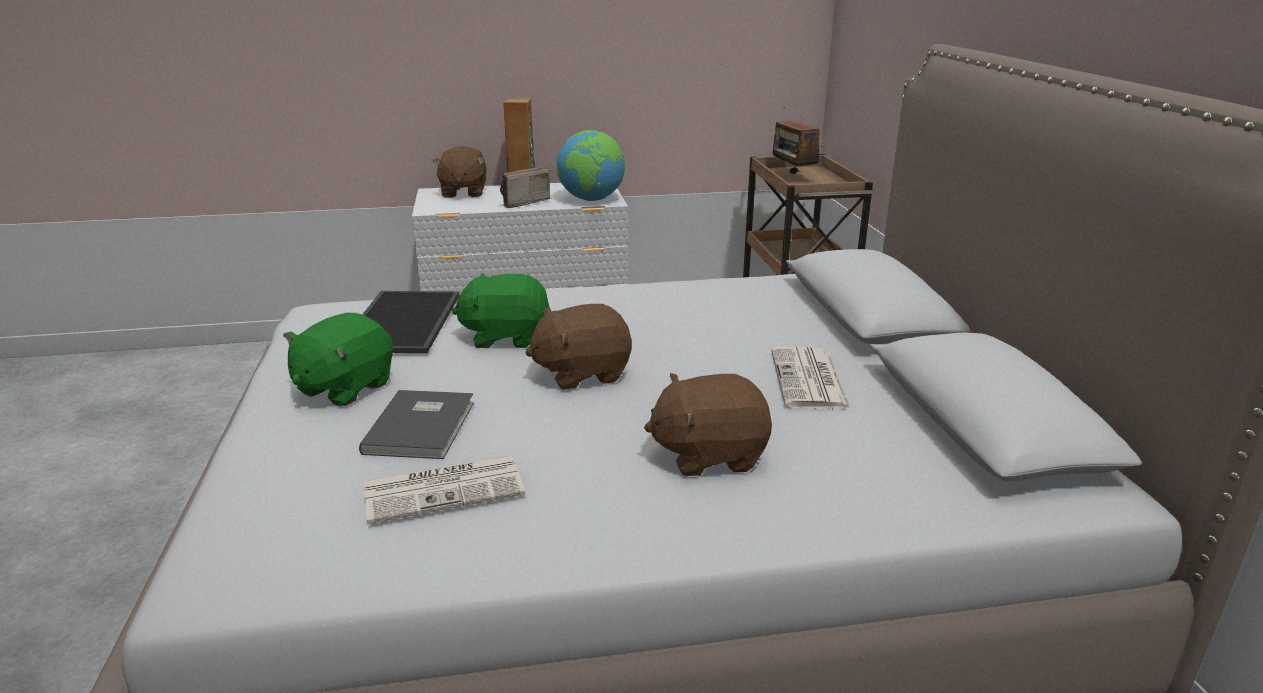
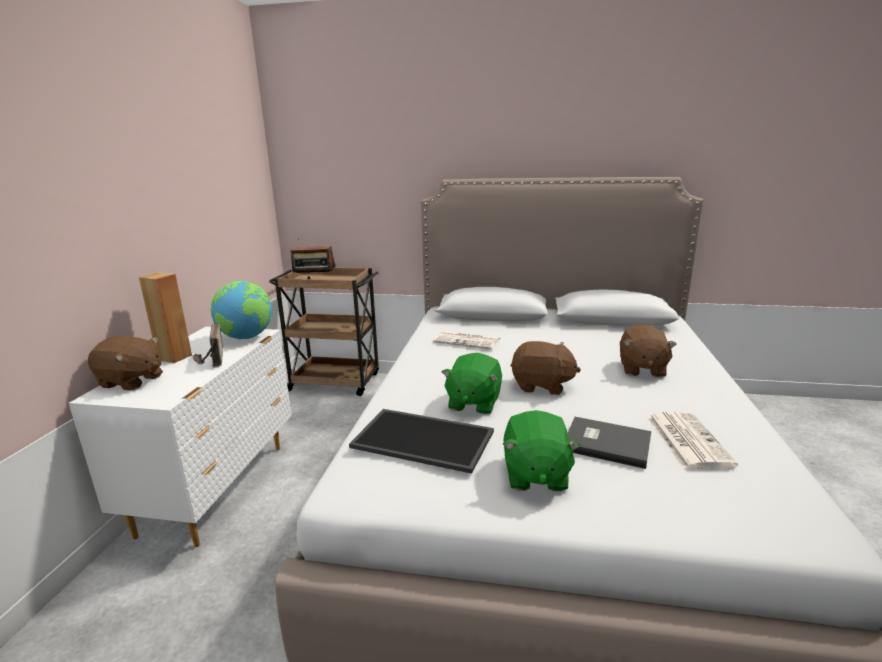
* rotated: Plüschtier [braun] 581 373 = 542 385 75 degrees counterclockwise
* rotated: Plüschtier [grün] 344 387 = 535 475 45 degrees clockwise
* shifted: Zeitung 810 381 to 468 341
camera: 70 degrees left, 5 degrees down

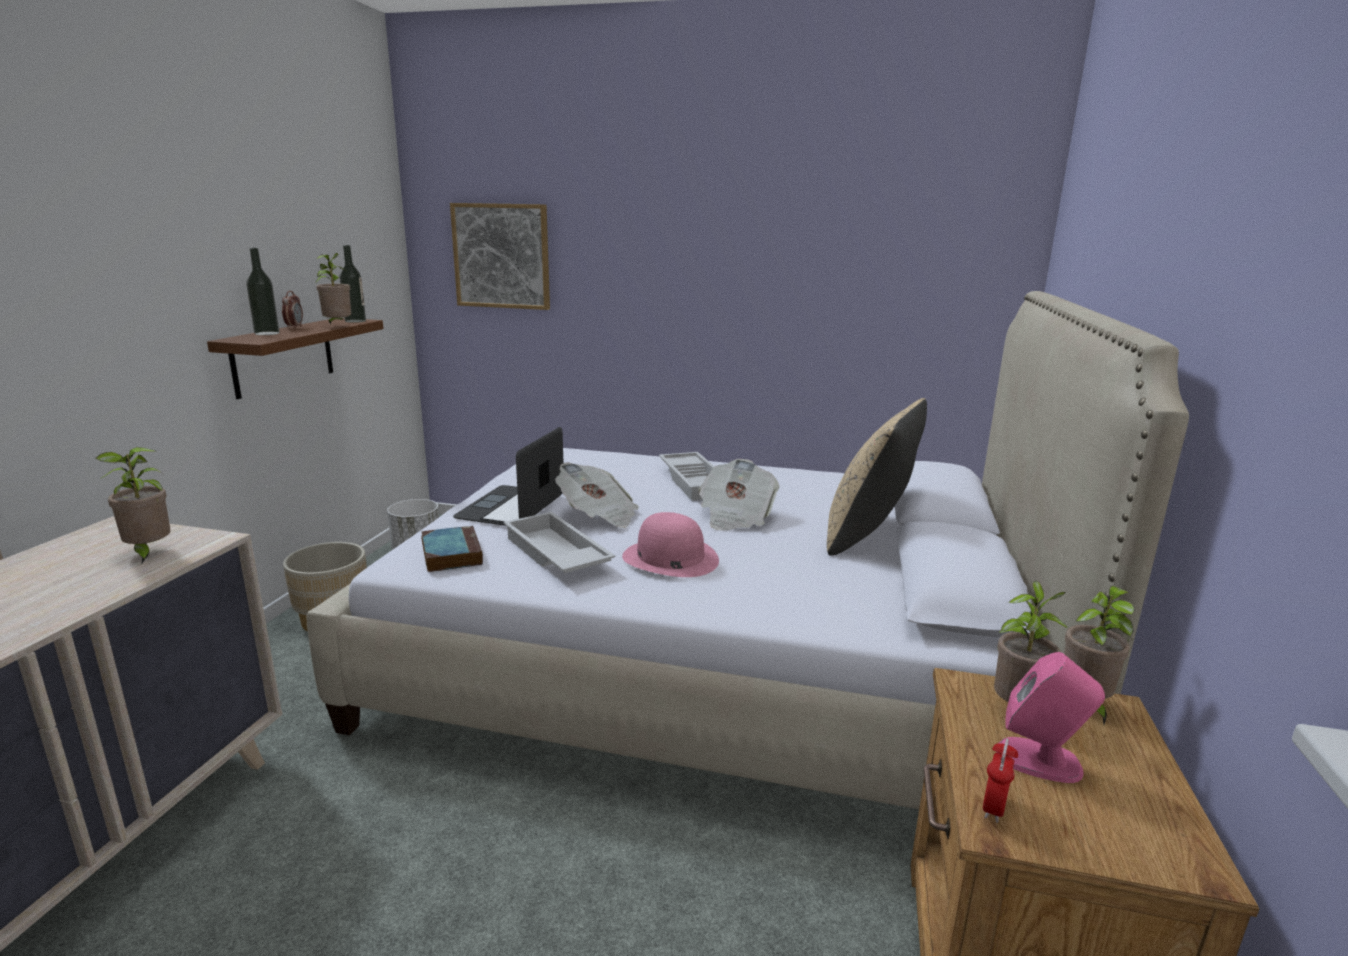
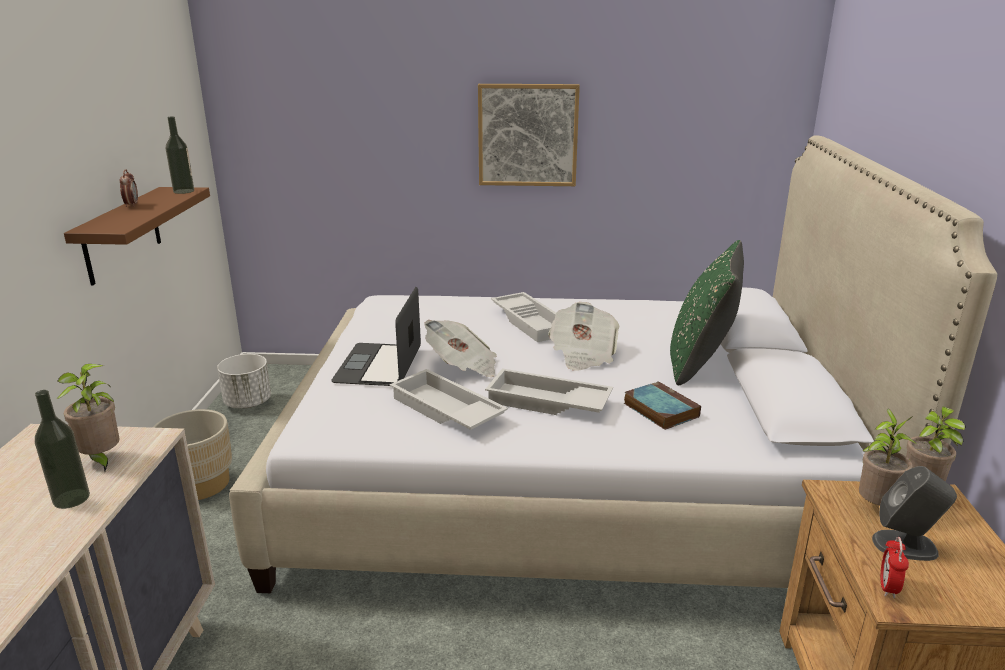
* shifted: Bild 502 256 to 528 135
* shifted: Flasche 267 333 to 71 498
* gone: Topfpflanze 337 326
* repainted: Kissen [beige] 868 535 to Kissen [grün] 700 362
* swapped: Hut [rosa] 669 558 to Tablett [weiß] 547 403
* shifted: Buch 451 553 to 659 409
* repainted: Lautsprecher [rosa] 1040 760 to Lautsprecher [grau] 906 545
camera: 10 degrees left, 5 degrees up

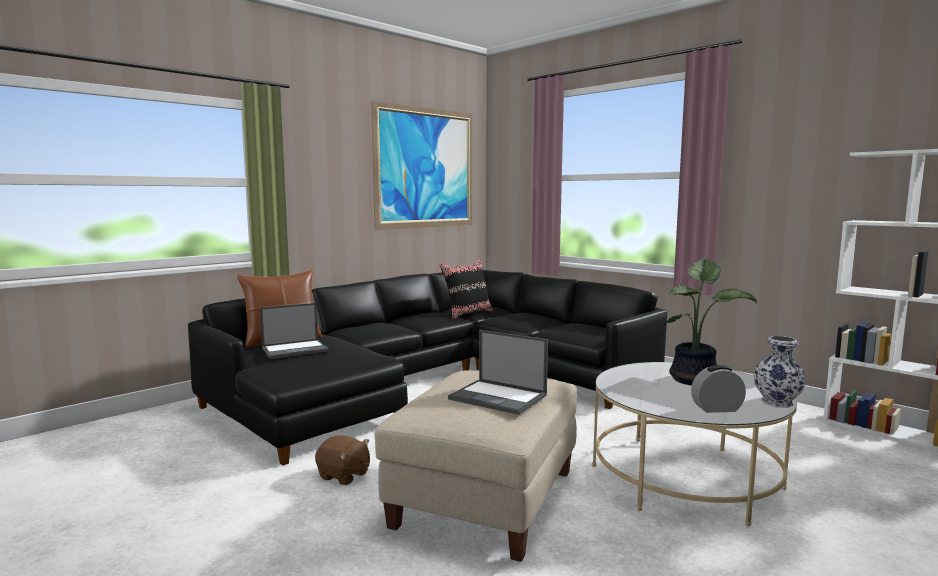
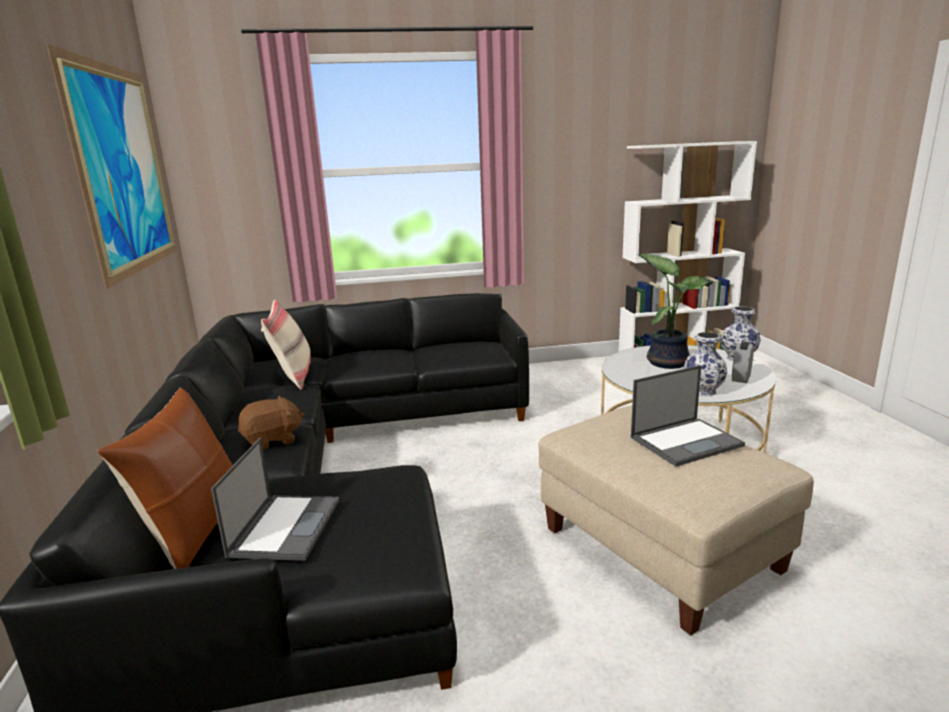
* repainted: Kissen [schwarz] 467 313 to Kissen [beige] 293 376
* shifted: Plüschtier [braun] 344 475 to 273 440
* new: Vase 703 391
camera: 55 degrees left, 10 degrees up

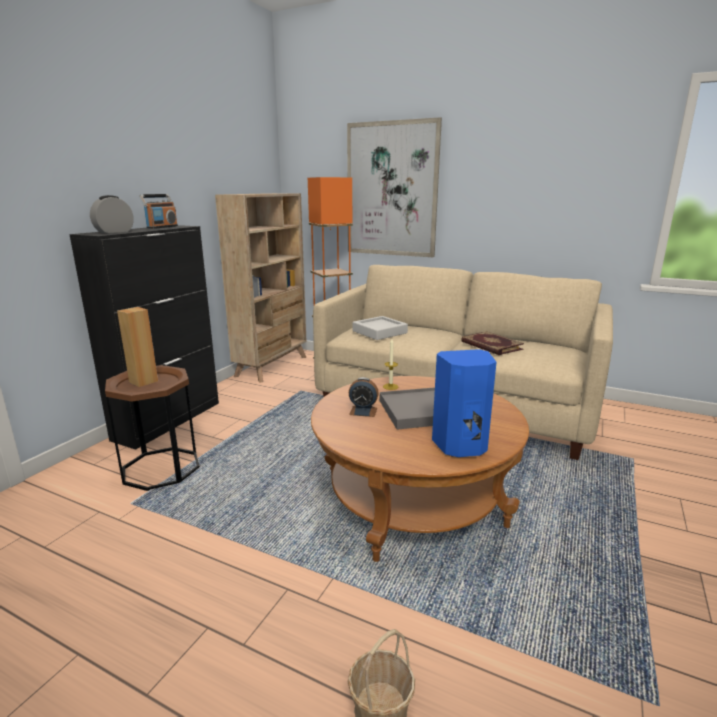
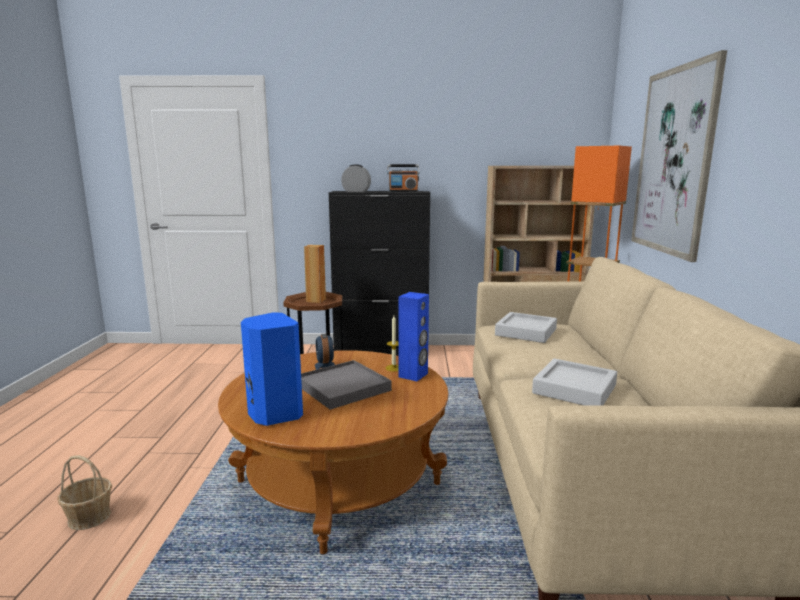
* swapped: Buch 490 346 to Tablett [grau] 574 389
* new: Lautsprecher [blau] 413 375
camera: 65 degrees right, 5 degrees down

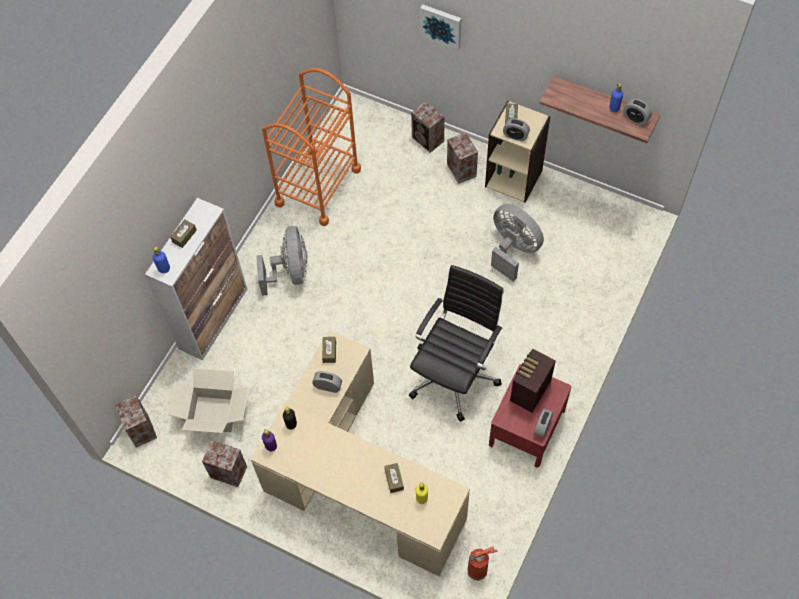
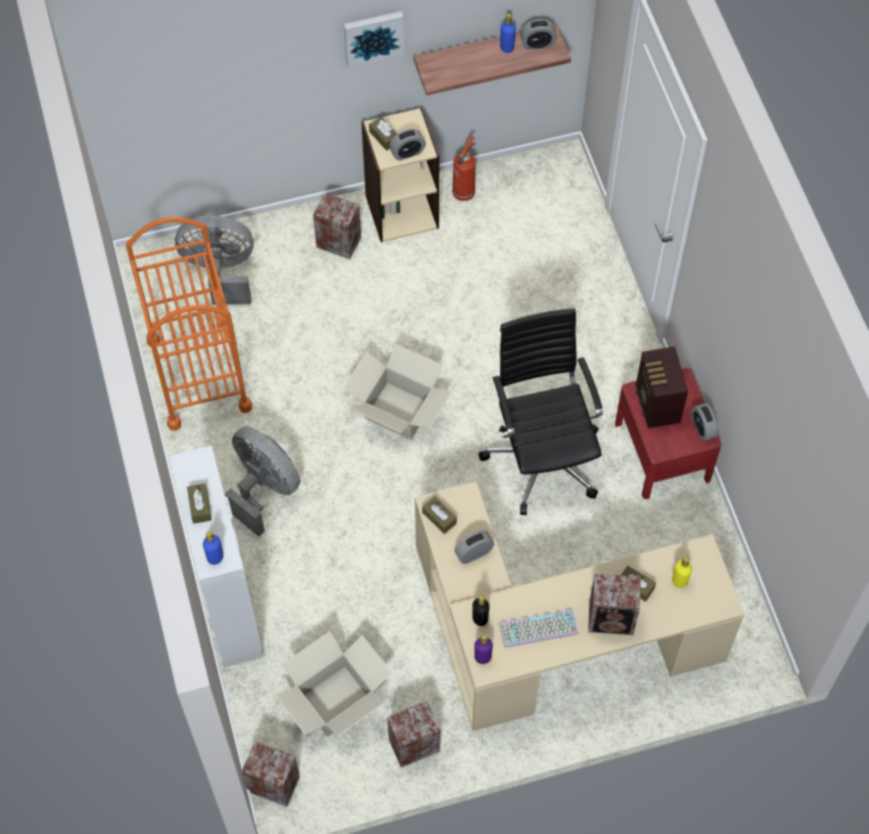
* shifted: Bild 441 25 to 373 37
* shifted: Lautsprecher 428 140 to 612 618
* shifted: Ventilator [grau] 513 250 to 220 272
* shifted: Feuerlöscher 478 570 to 464 191
* new: Karton 399 410
* new: Tastatur 538 630
camera: 45 degrees left, 0 degrees up

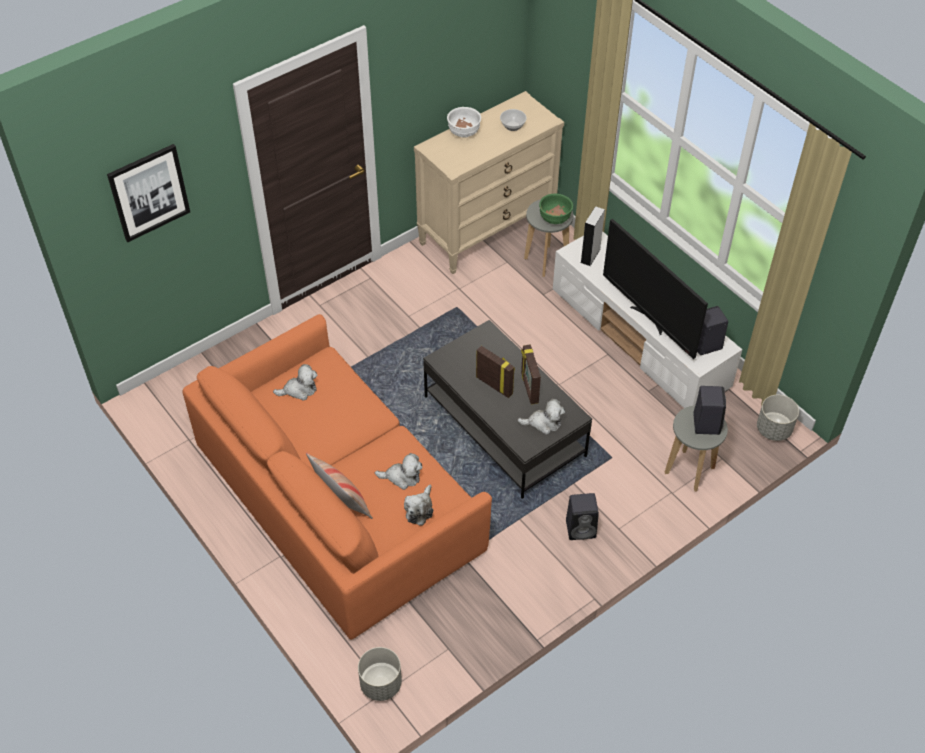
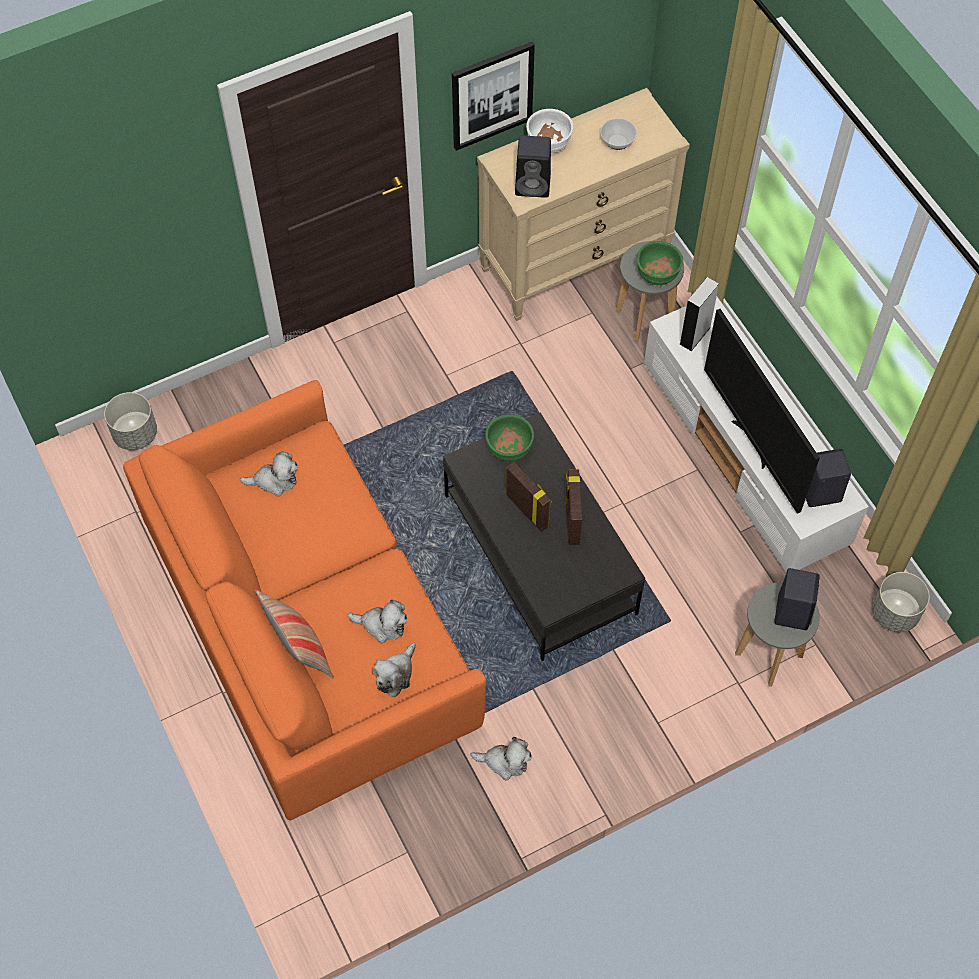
* shifted: Bild 149 192 to 492 95
* shifted: Plüschtier 543 423 to 505 762
* shifted: Lautsprecher [schwarz] 581 528 to 534 185
* shifted: Pflanzkübel [grau] 380 684 to 135 434
* new: Schüssel [grün] 510 449
camera: 10 degrees right, 10 degrees up

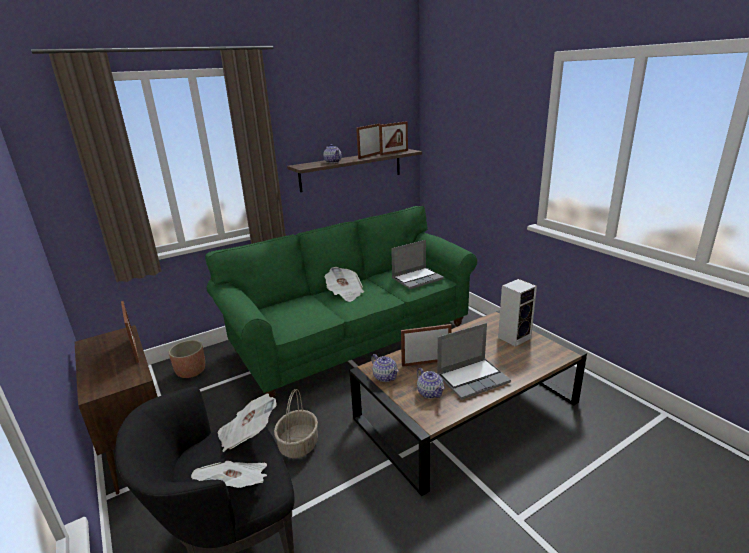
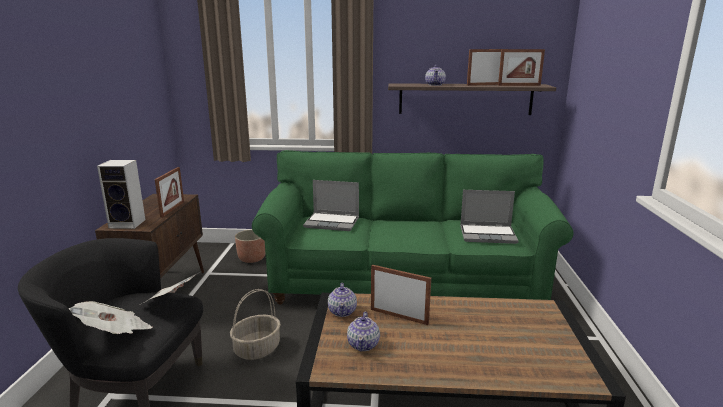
* gone: Zeitung 345 293
* shifted: Lautsprecher 514 337 to 129 223
* shifted: Laptop 473 378 to 332 222
camera: 35 degrees right, 5 degrees down

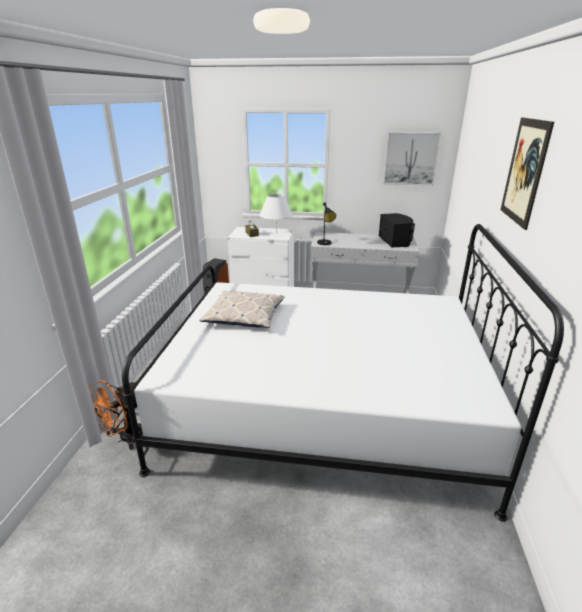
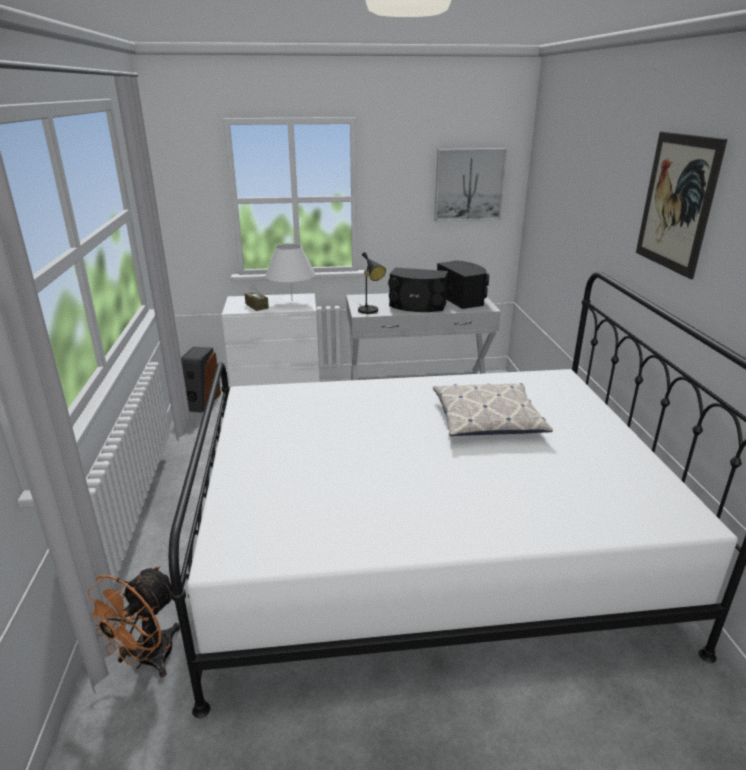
* shifted: Kissen 244 316 to 487 419
* new: Lautsprecher [schwarz] 417 306
camera: 15 degrees left, 0 degrees up

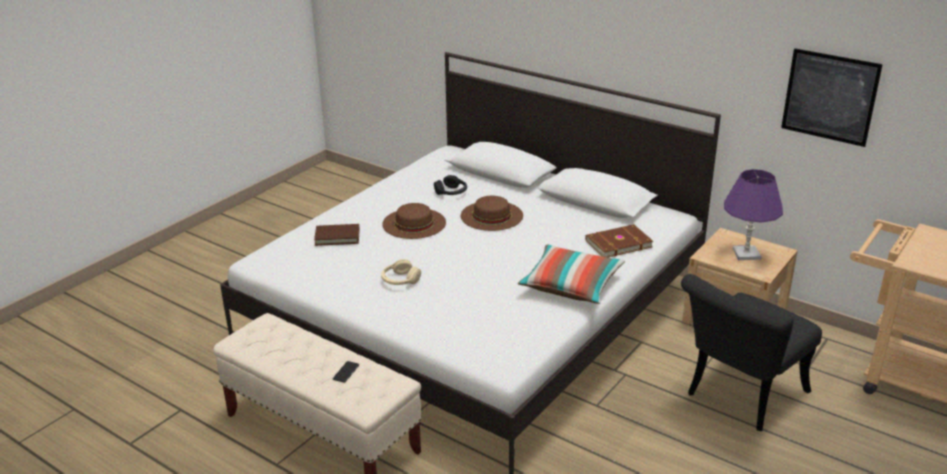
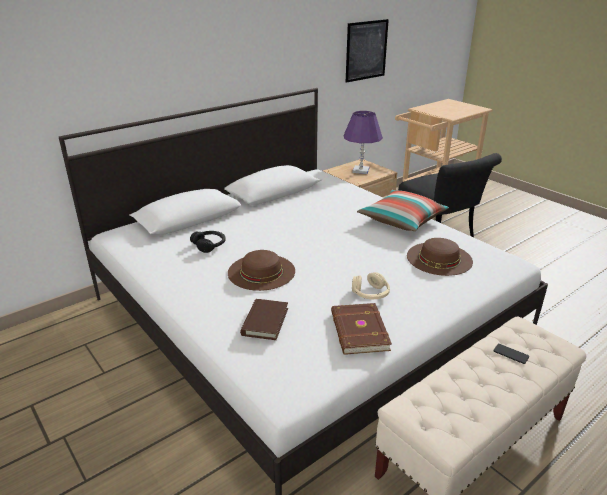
* shifted: Hut [braun] 491 215 to 439 258
* shifted: Buch [braun] 617 243 to 358 331
camera: 75 degrees left, 0 degrees up

